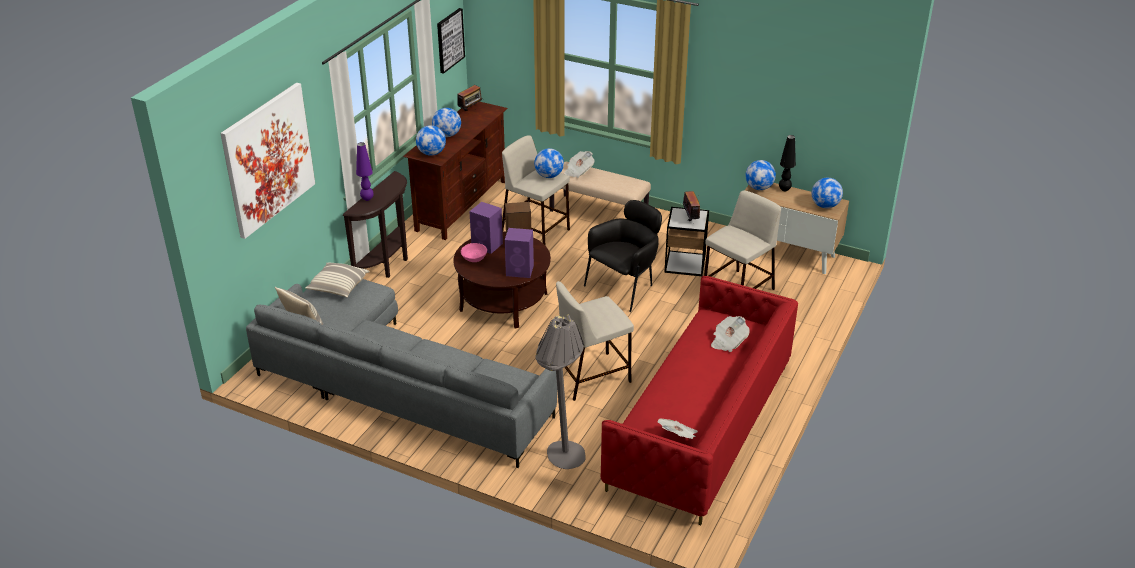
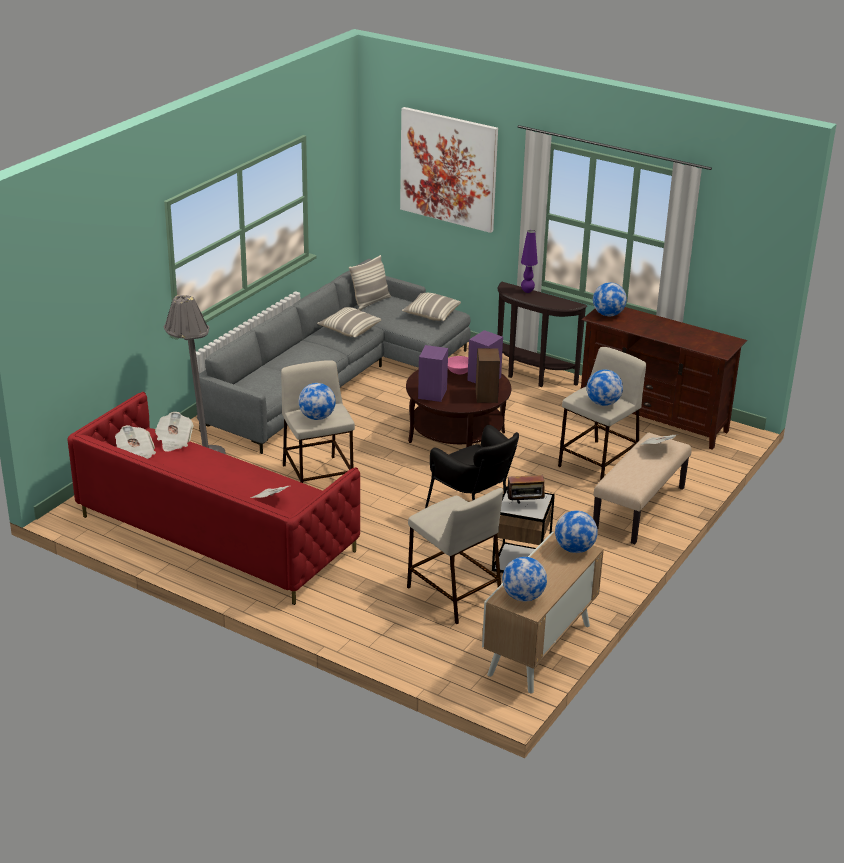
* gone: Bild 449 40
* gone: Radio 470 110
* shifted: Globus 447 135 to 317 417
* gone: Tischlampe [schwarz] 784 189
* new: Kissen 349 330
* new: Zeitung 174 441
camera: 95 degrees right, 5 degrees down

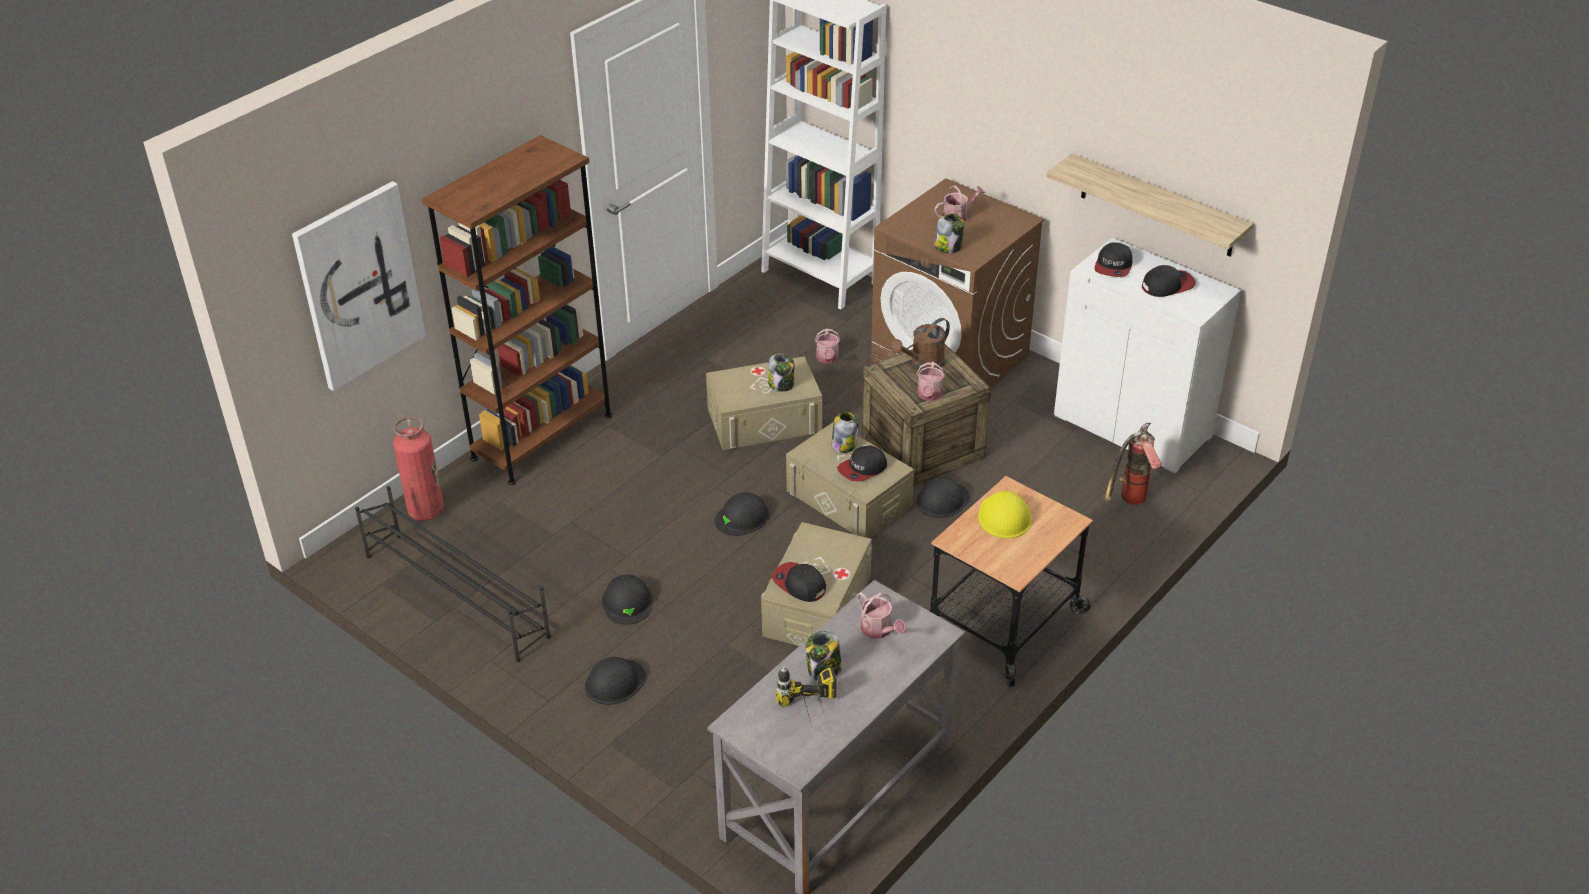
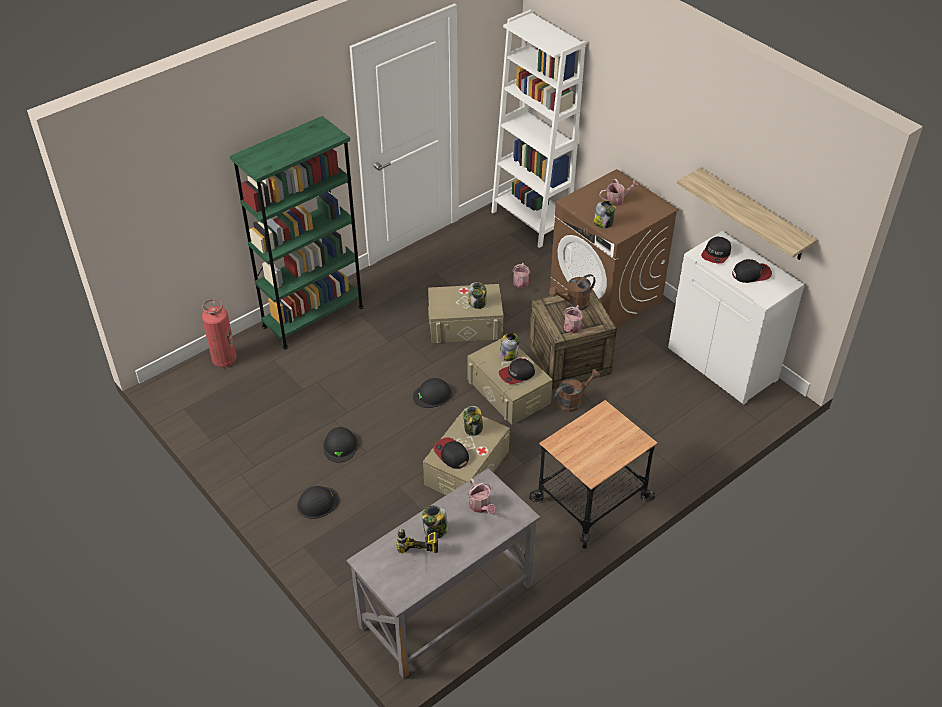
* repainted: Bücherregal [braun] 542 437 to Bücherregal [grün] 313 316
* gone: Bild 359 285
* gone: Feuerlöscher 1129 502
* swapped: Schutzhelm [schwarz] 942 499 to Gießkanne [braun] 573 401
* gone: Schuhregal [schwarz] 456 595
* gone: Schutzhelm [gelb] 1004 516
* new: Vorratsglas 473 428
camera: 10 degrees right, 5 degrees up

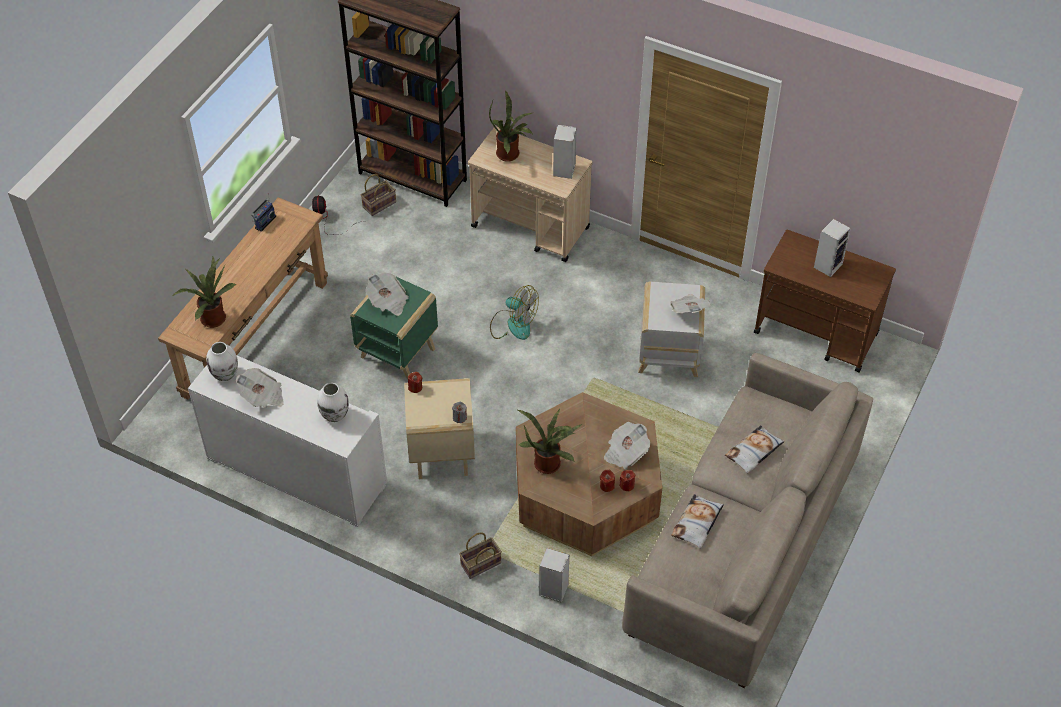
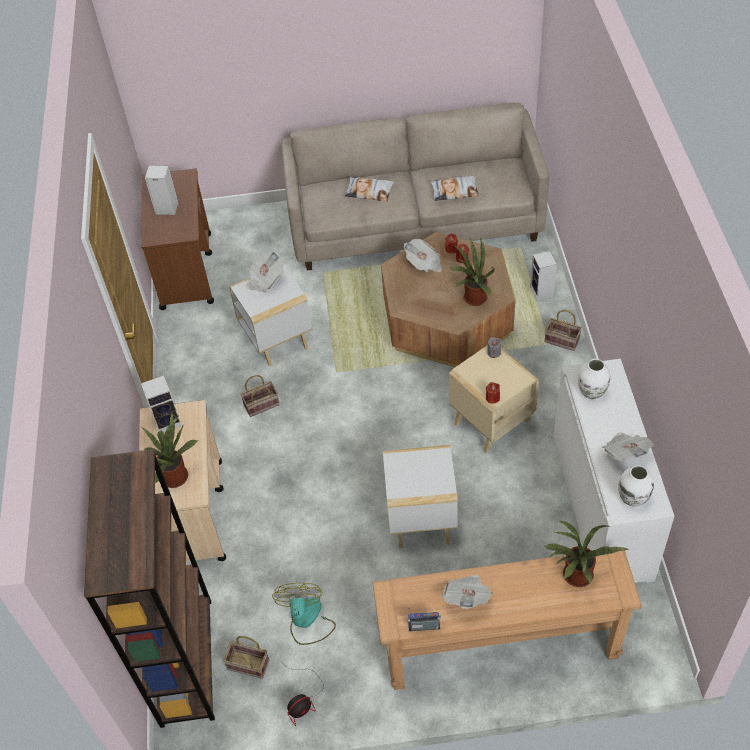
* shifted: Zeitung 388 301 to 467 597
* repainted: Beistelltisch [grün] 399 353 to Beistelltisch [weiß] 420 517
* shifted: Ventilator 513 324 to 306 620
* new: Korb 262 404
camera: 120 degrees left, 0 degrees up

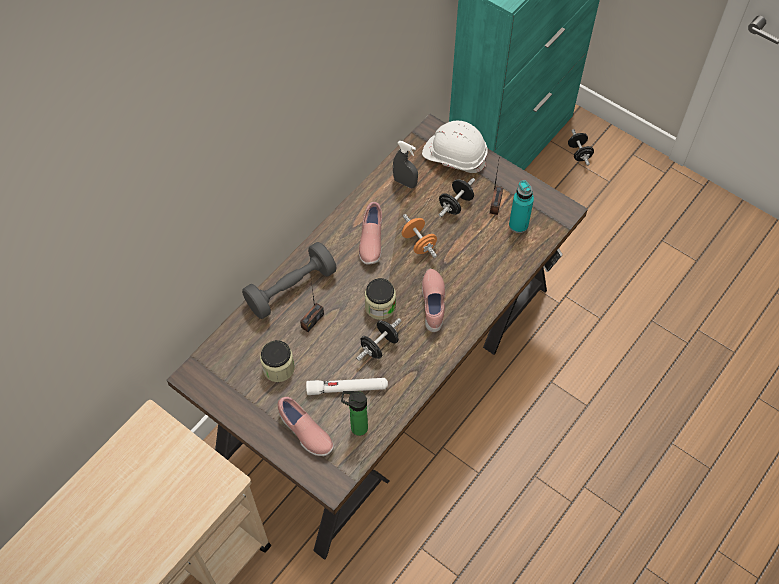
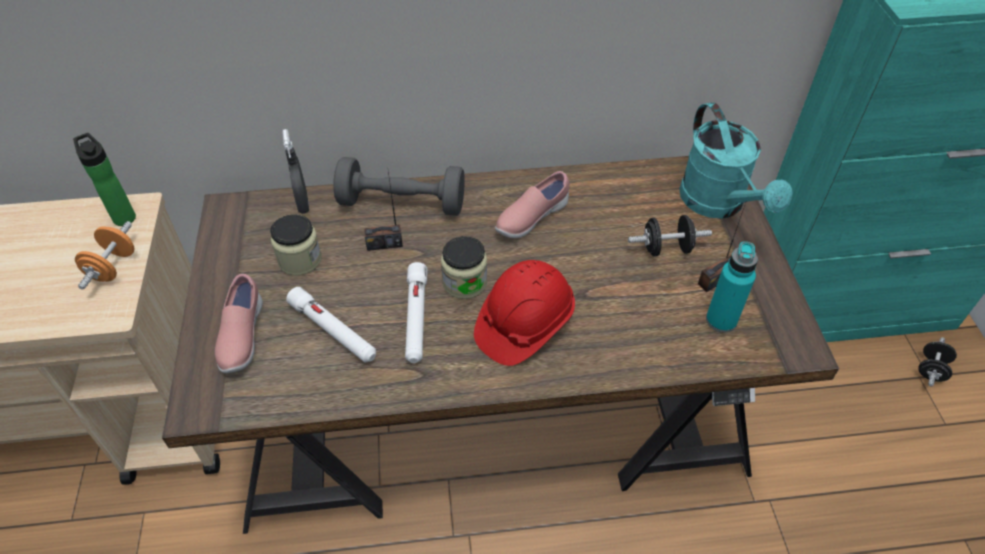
* swapped: Schutzhelm [weiß] 454 155 to Gießkanne [türkis] 719 204
* shifted: Sprühflasche [grau] 405 182 to 303 203
* shifted: Hantel [orange] 418 243 to 112 267
* swapped: Schuh [rosa] 434 304 to Schutzhelm [rot] 524 324
* swapped: Hantel [schwarz] 379 346 to Taschenlampe [weiß] 416 318
* shifted: Flasche 356 427 to 123 216
camera: 45 degrees right, 10 degrees down

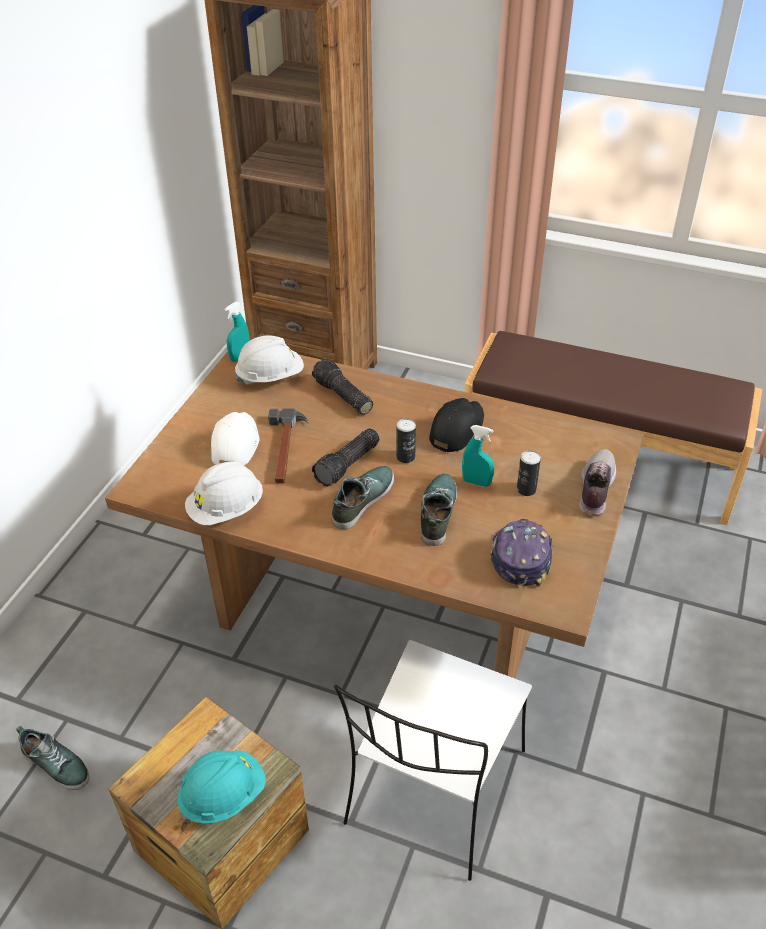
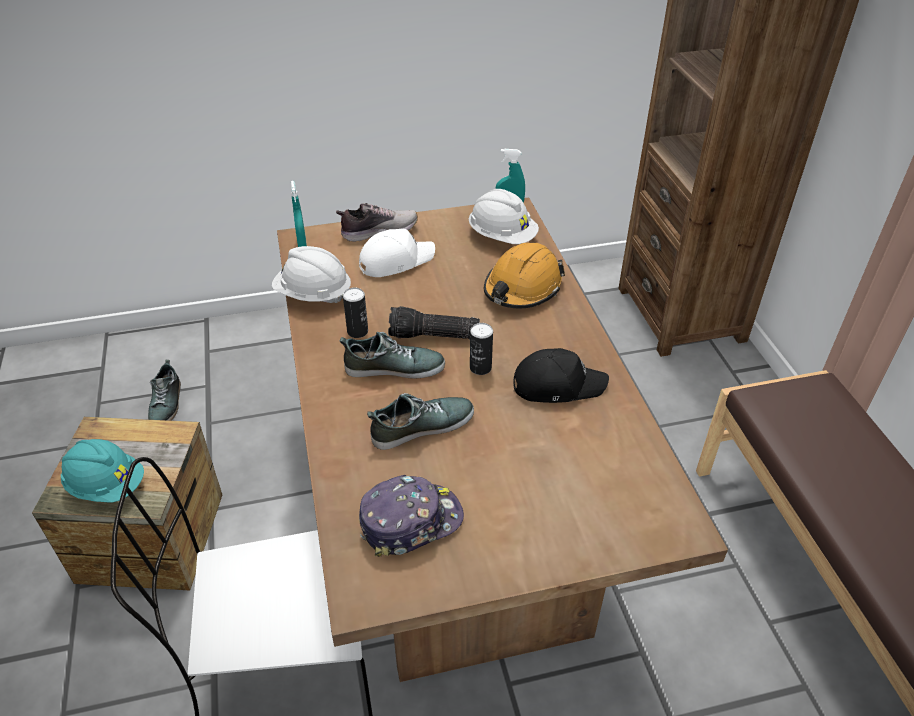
* swapped: Taschenlampe 342 396 to Schutzhelm [orange] 522 288
* gone: Hammer 285 449
* shifted: Sprühflasche [türkis] 476 482 to 302 244
* shifted: Schuh 595 489 to 378 231
* shifted: Dose 526 489 to 357 331
camera: 55 degrees right, 0 degrees up

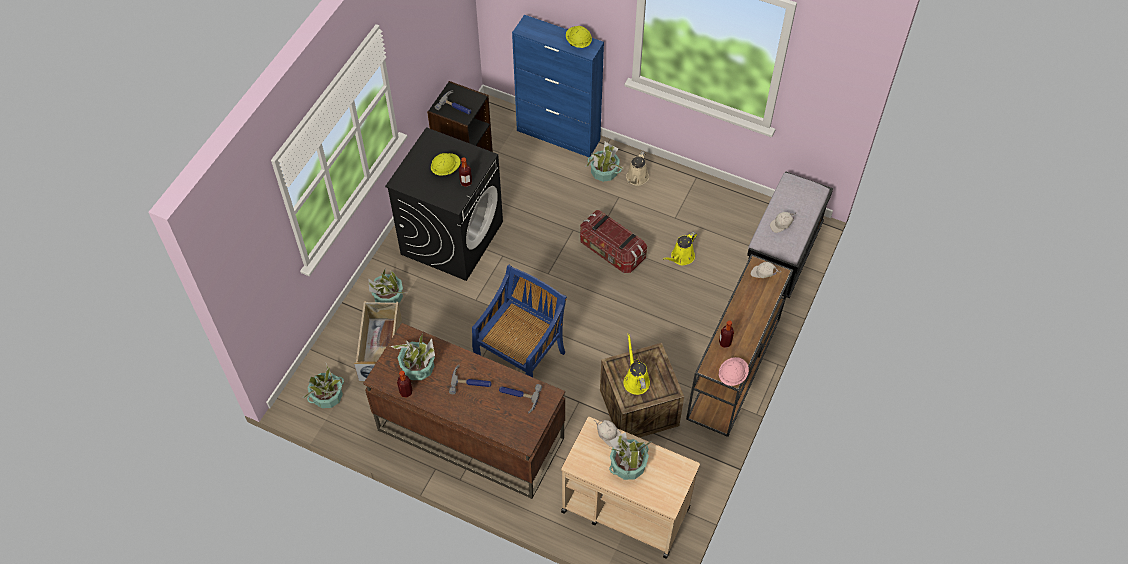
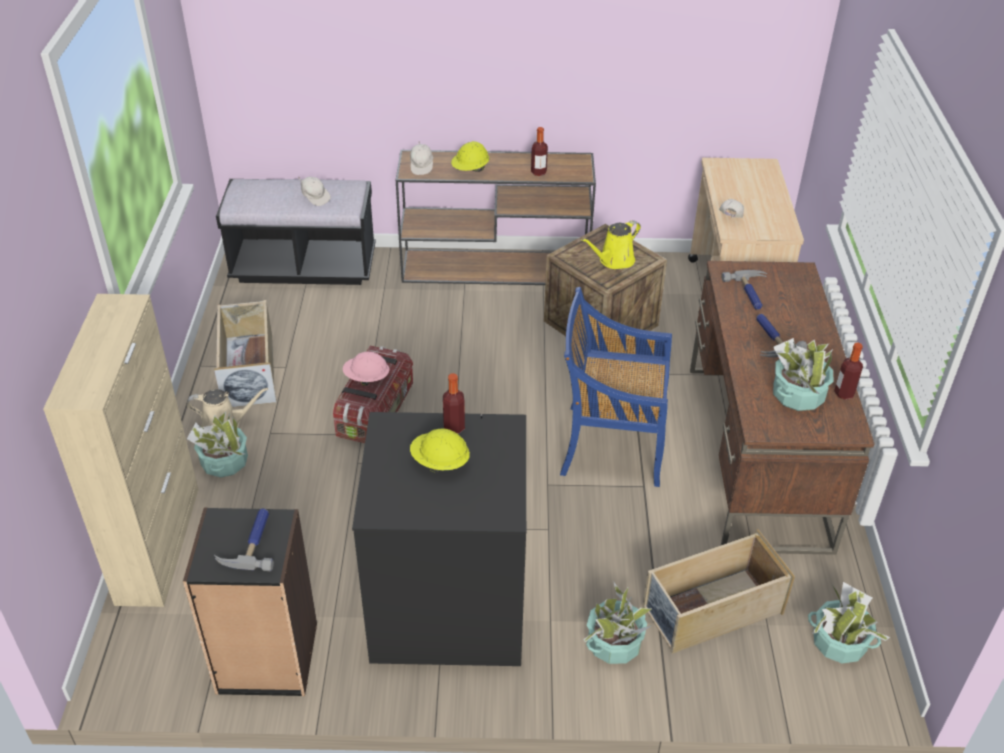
* repainted: Schrank [blau] 558 135 to Schrank [beige] 159 543
* shifted: Schutzhelm [gelb] 578 42 to 470 170
* gone: Gießkanne [gelb] 681 257
* shifted: Schutzhelm [rosa] 732 375 to 366 378
* gone: Topfpflanze 628 465
* new: Aufbewahrungsbox [beige] 248 370
camera: 115 degrees left, 15 degrees down

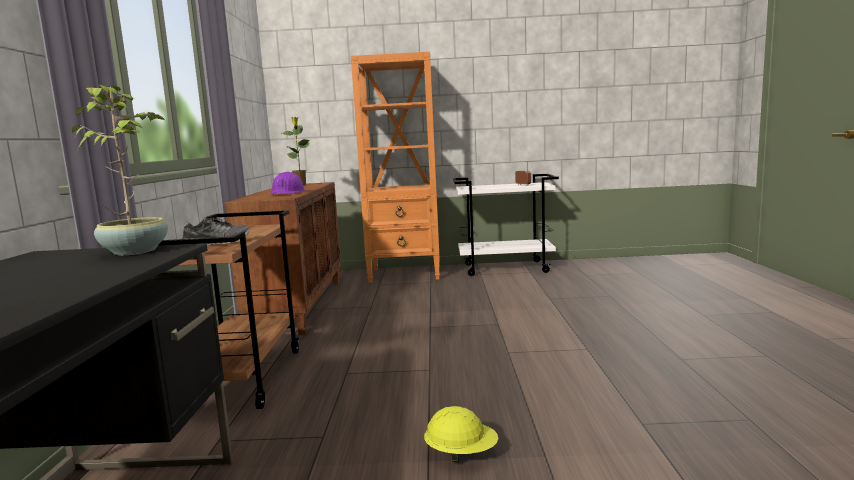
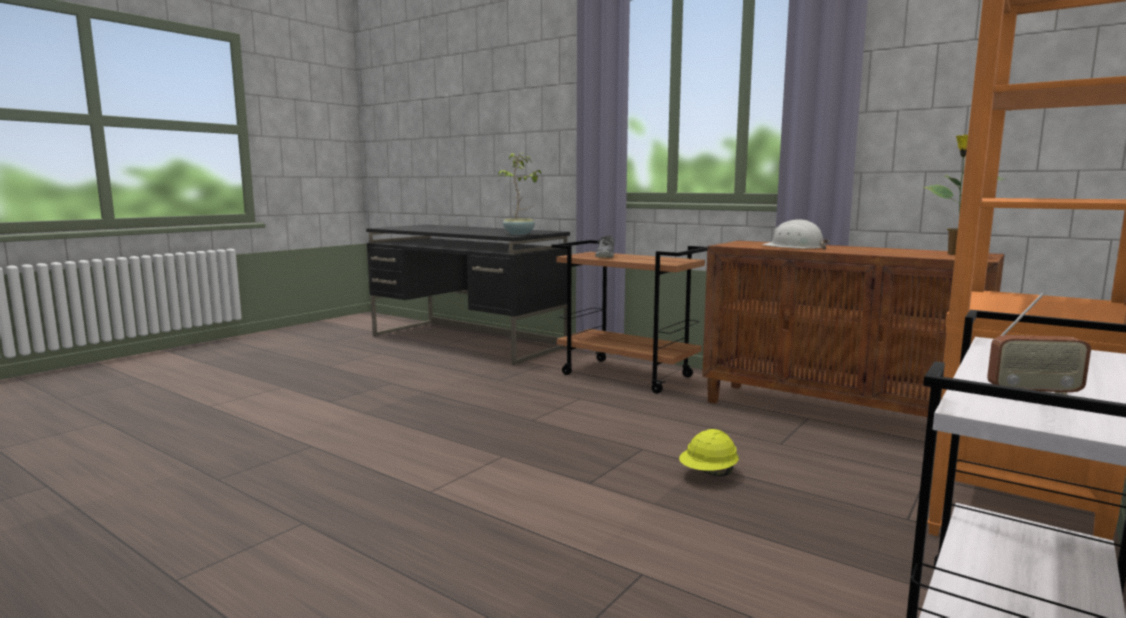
* repainted: Schutzhelm [lila] 287 193 to Schutzhelm [weiß] 794 247
* shifted: Schutzhelm [gelb] 461 454 to 708 474
camera: 125 degrees right, 0 degrees up

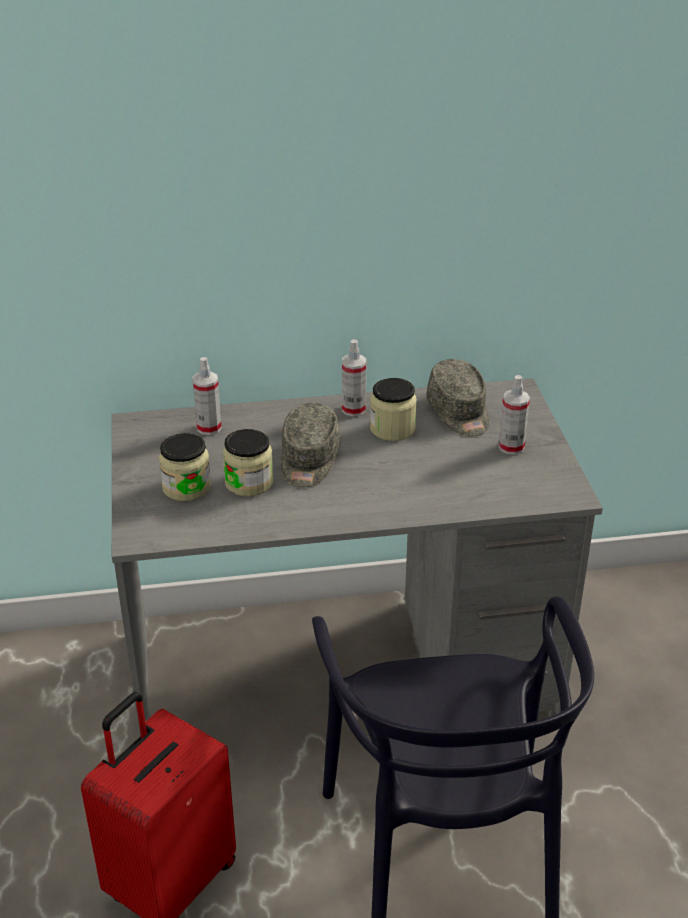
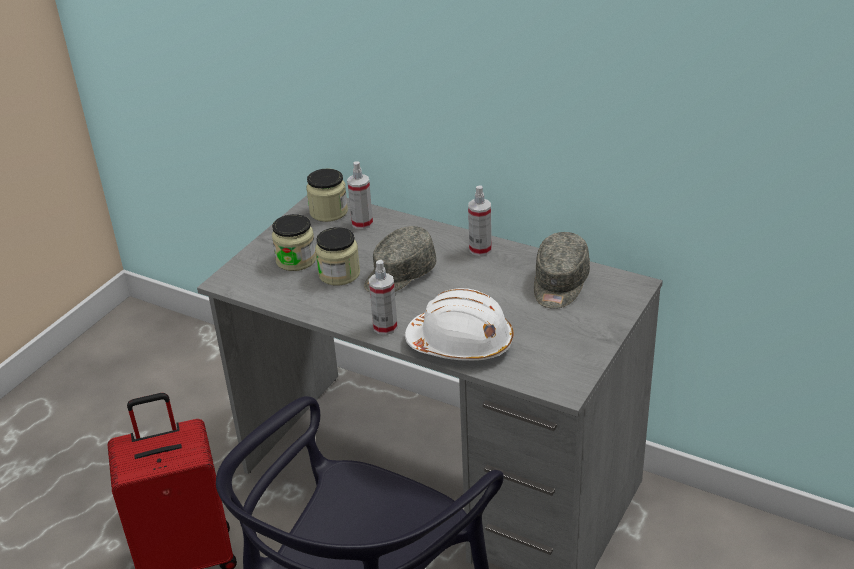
* shifted: Sprühflasche 511 447 to 385 327
* shifted: Vorratsglas 392 429 to 328 212
* new: Schutzhelm [weiß] 461 344
camera: 40 degrees right, 0 degrees up

